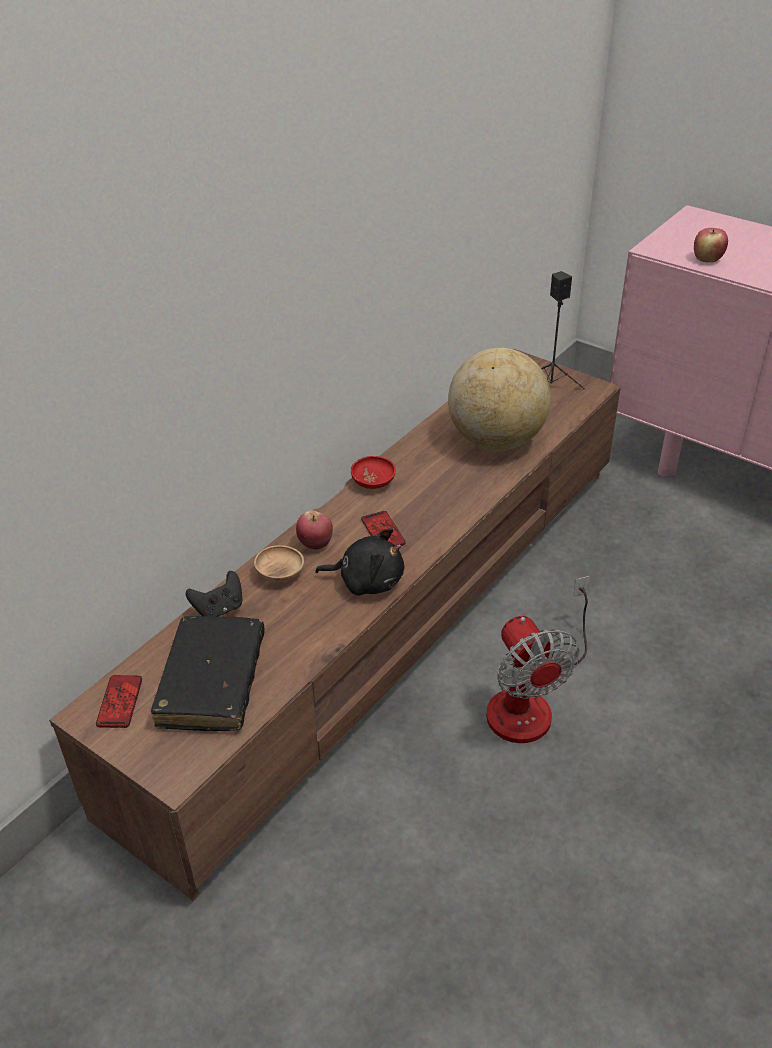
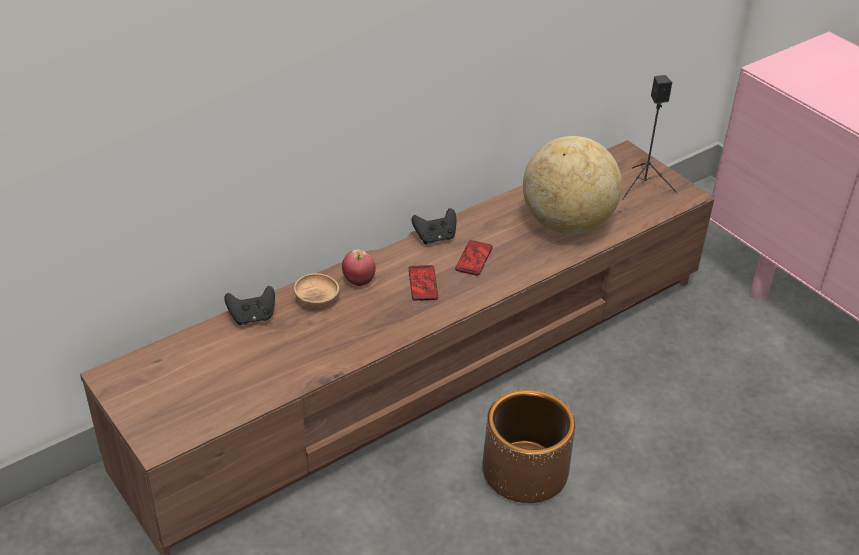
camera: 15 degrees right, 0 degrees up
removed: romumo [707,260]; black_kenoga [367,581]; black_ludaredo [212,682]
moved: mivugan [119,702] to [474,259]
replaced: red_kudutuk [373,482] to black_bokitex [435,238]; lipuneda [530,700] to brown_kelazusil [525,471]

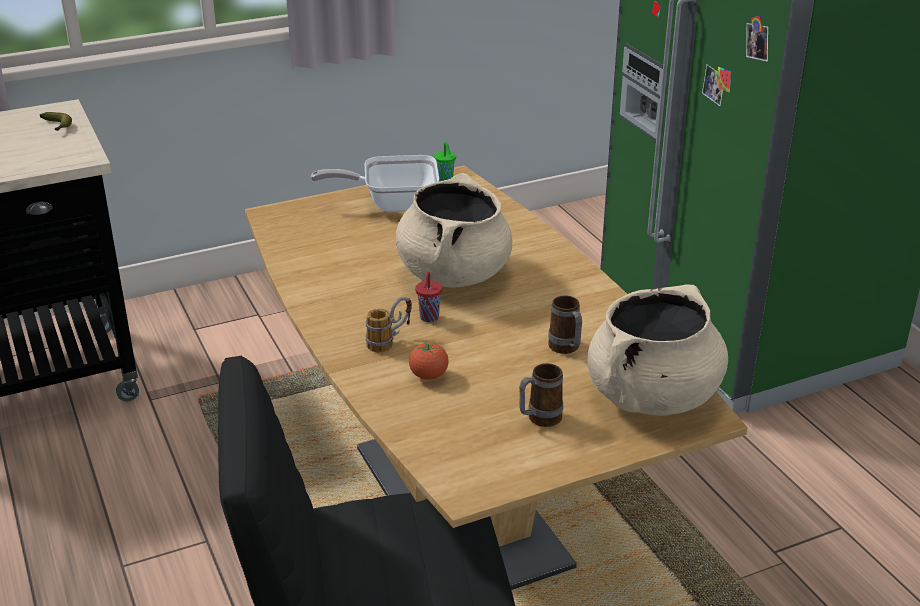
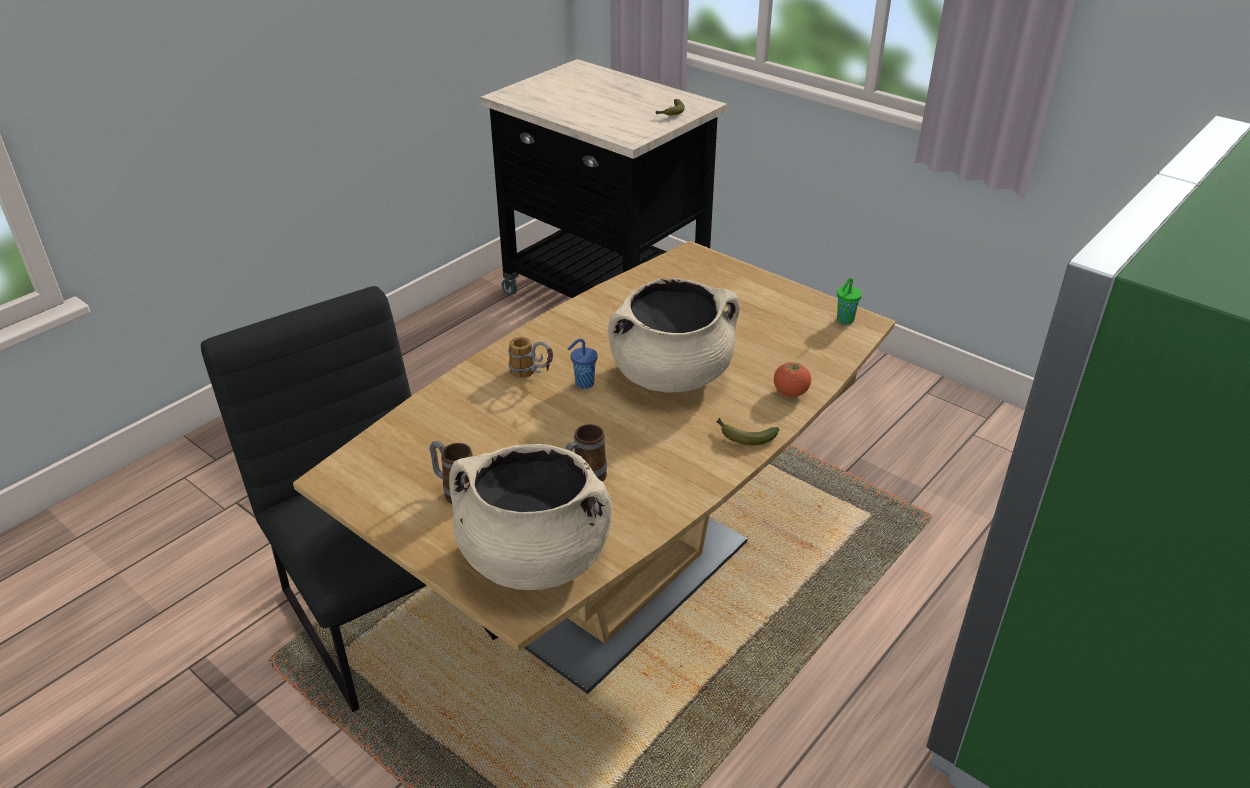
camera: 65 degrees right, 5 degrees up
removed: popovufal [392,204]
added: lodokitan [743,436]
moved: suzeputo [428,376] to [790,393]
recoloured: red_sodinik [429,318] to blue_sodinik [583,384]

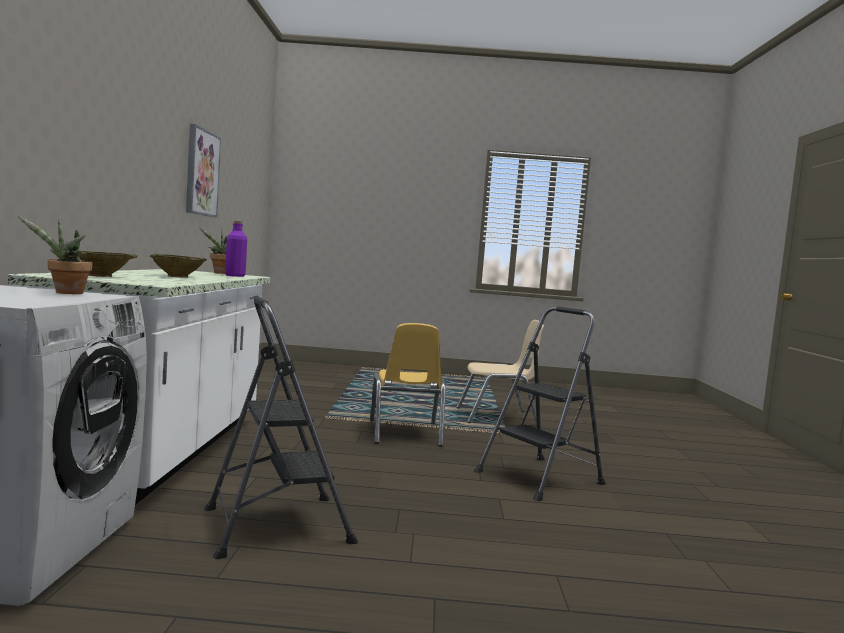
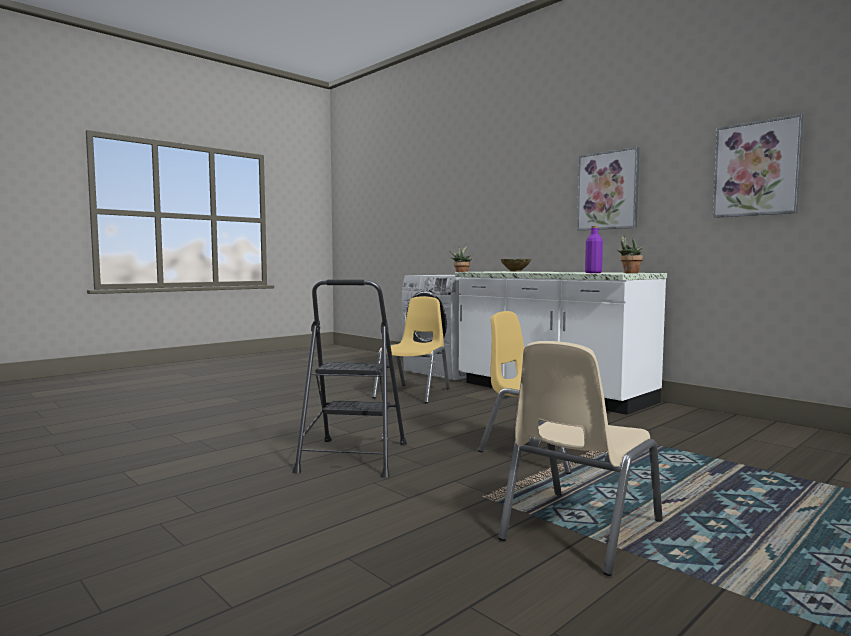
camera: 135 degrees right, 0 degrees up
removed: beige_kudutuk [177,276]
added: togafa [608,190]
replaced: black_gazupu [272,524] to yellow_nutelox [413,393]

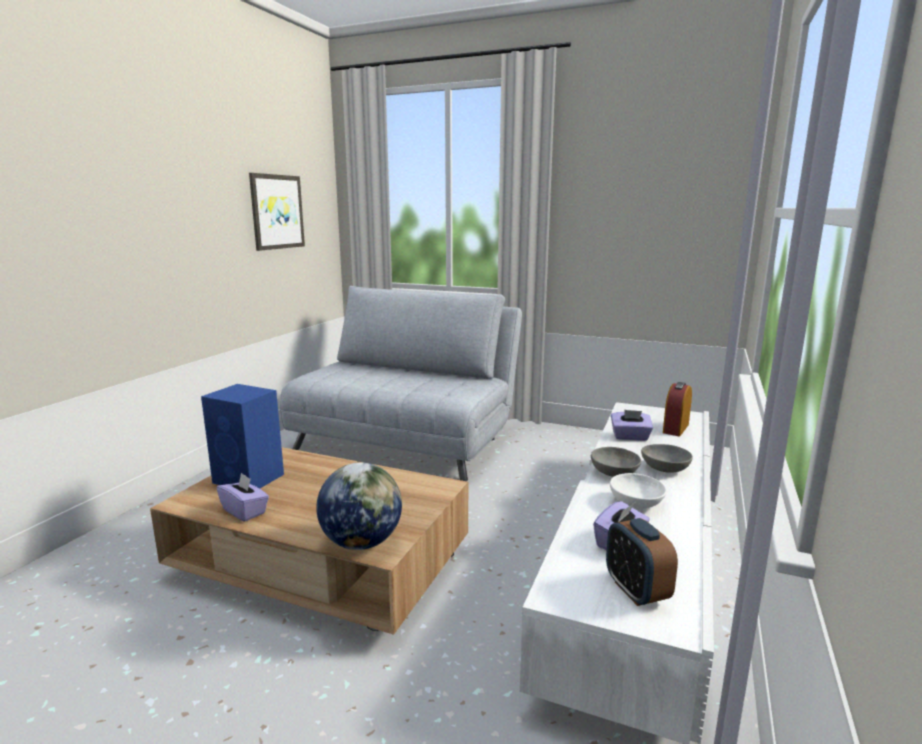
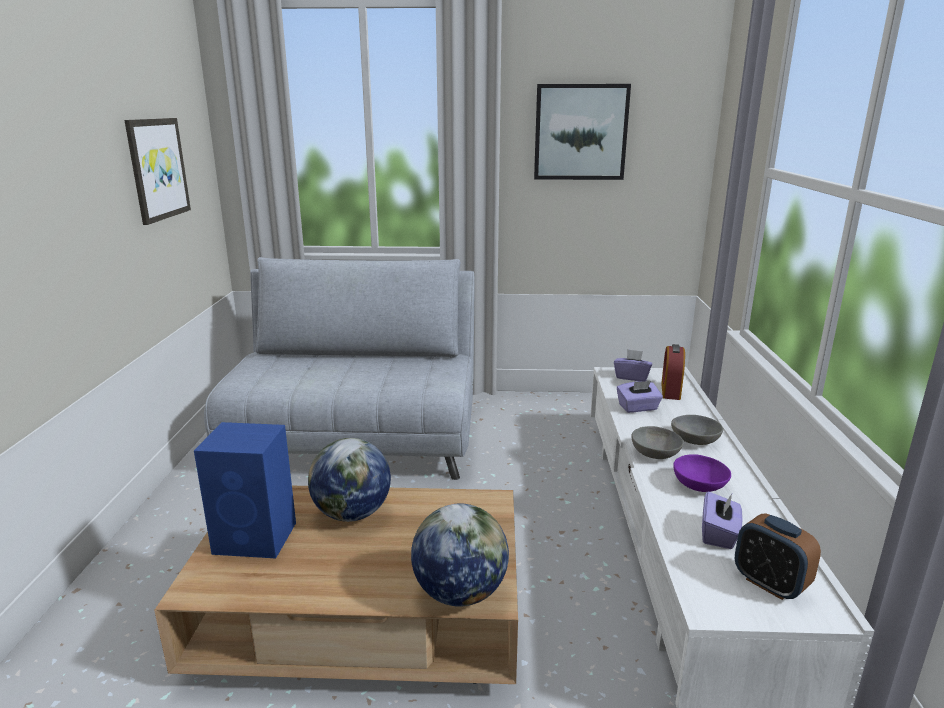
camera: 20 degrees left, 5 degrees up
added: togafa [580,132]; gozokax [352,514]
moved: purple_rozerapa [245,511] to [632,377]
recoloured: white_kudutuk [636,503] to purple_kudutuk [700,485]

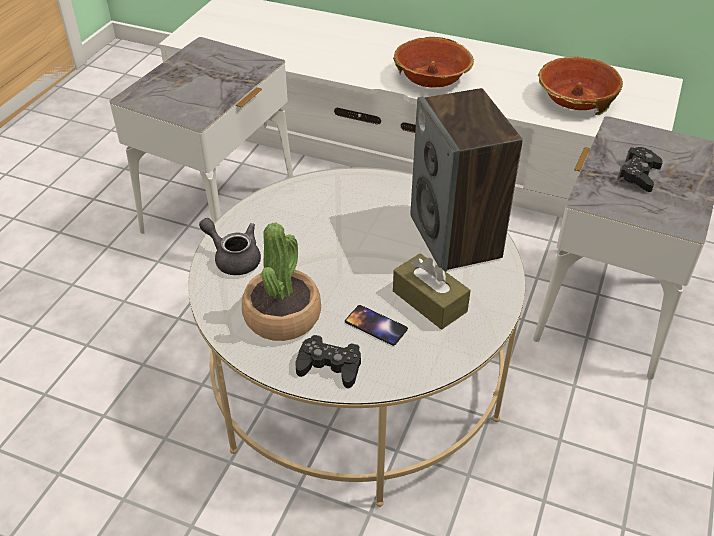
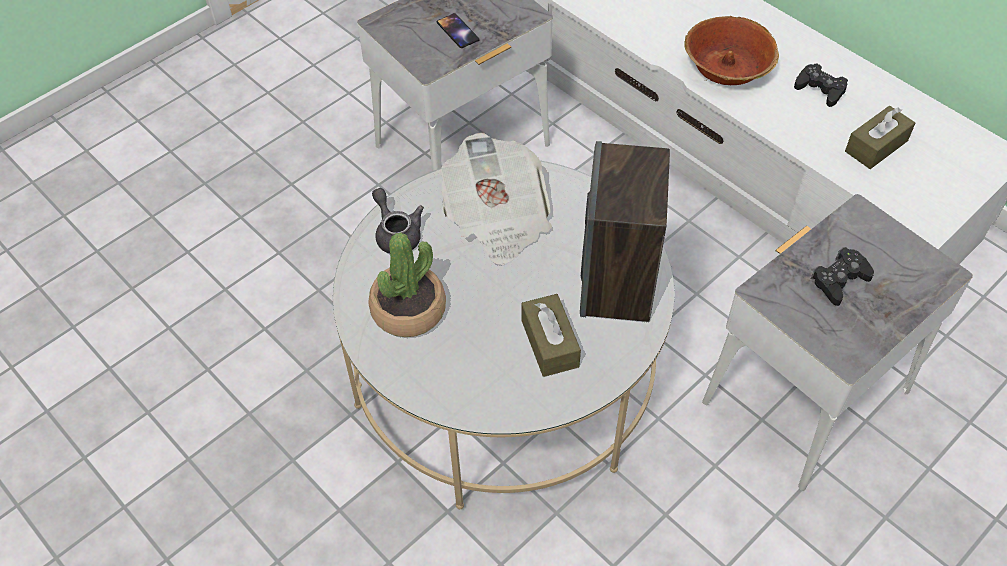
camera: 25 degrees right, 10 degrees up
added: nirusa [497,219]
moved: mivugan [376,325] to [457,31]; black_bokitex [329,366] to [820,89]
replaced: kudutuk [575,99] to brown_rozerapa [876,146]

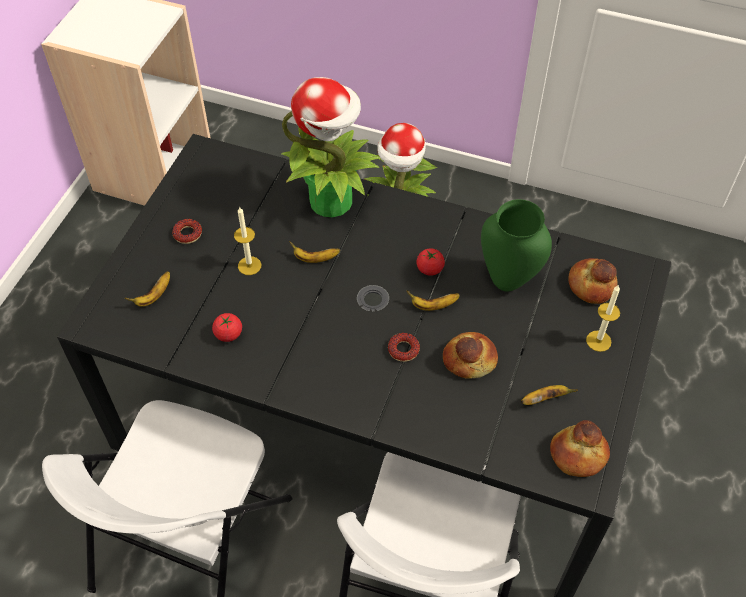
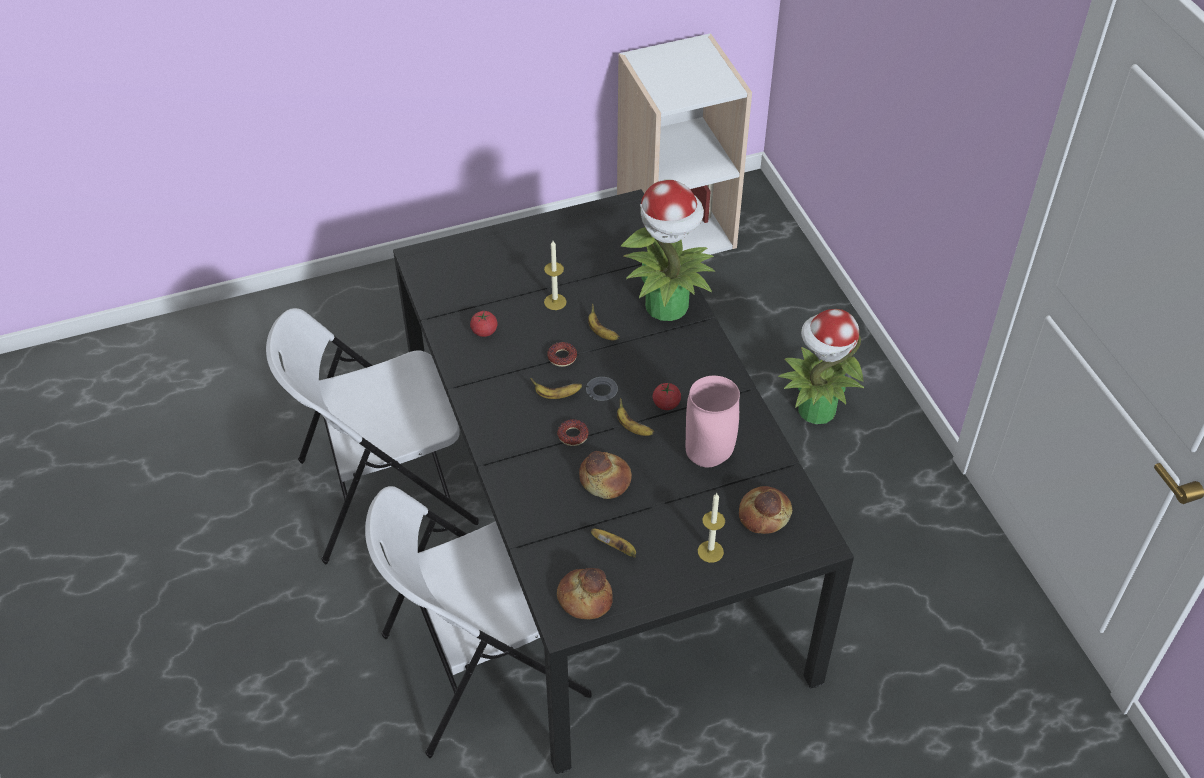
camera: 50 degrees right, 5 degrees down
moved: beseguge [187,234] to [562,357]; lodokitan [154,296] to [556,395]
recoloured: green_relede [509,280] to pink_relede [710,458]

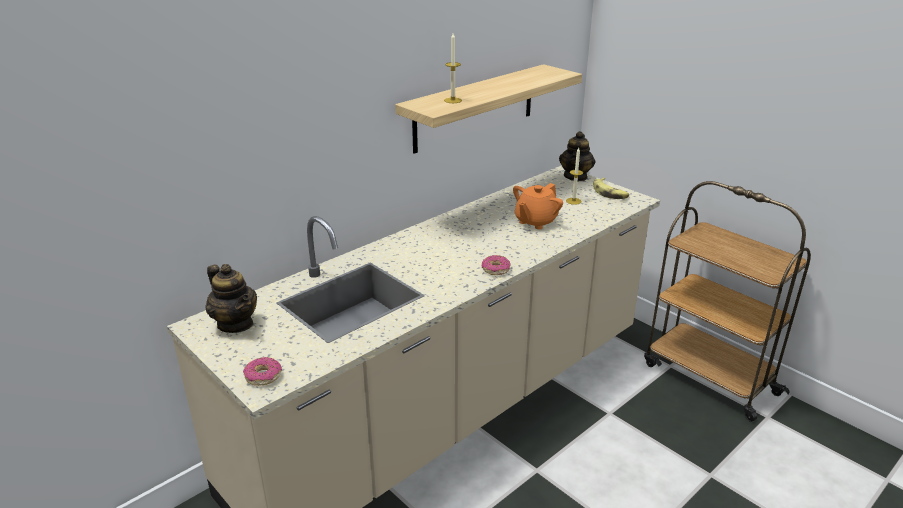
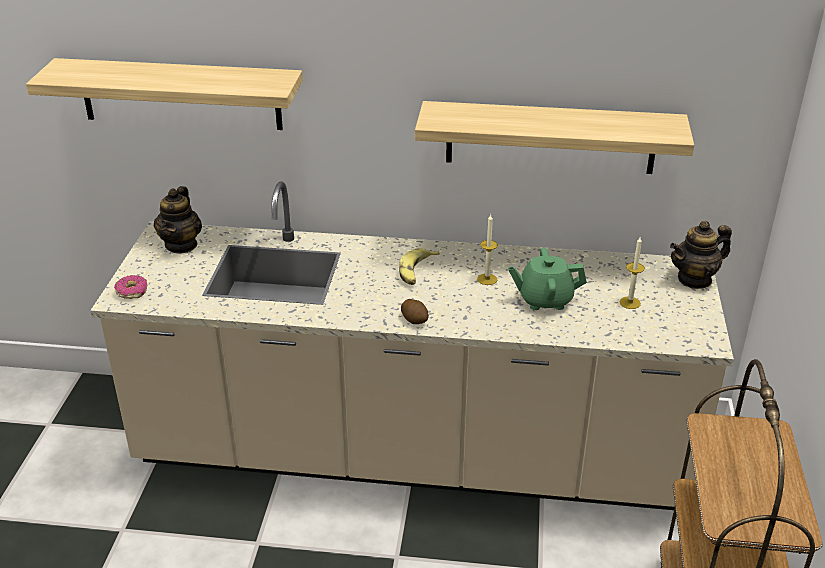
camera: 50 degrees right, 5 degrees up
added: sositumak [180,94]
moved: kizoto [453,100] to [487,279]; lodokitan [610,193] to [416,272]
replaced: beseguge [495,269] to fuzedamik [415,320]
recoloured: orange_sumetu [535,221] to green_sumetu [544,300]

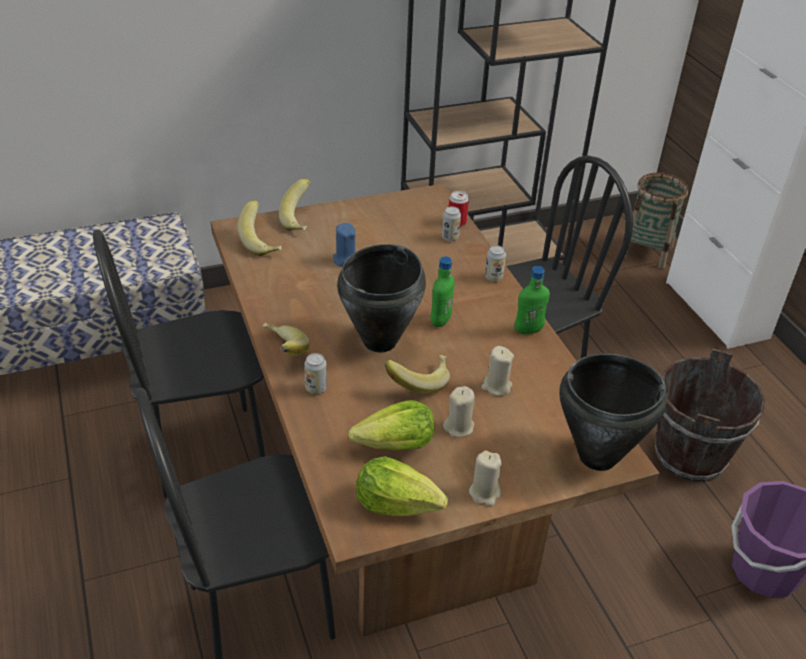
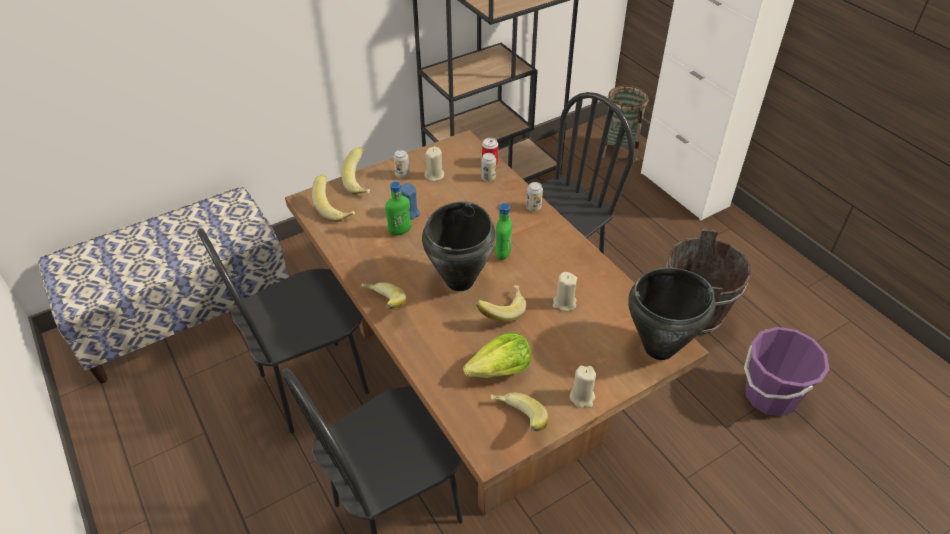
camera: 10 degrees left, 5 degrees up
moved: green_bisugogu [528,330] to [400,231]; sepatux [316,388] to [402,175]; beige_kizoto [459,427] to [434,175]
replaced: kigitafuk [397,504] to lodokitan [517,421]

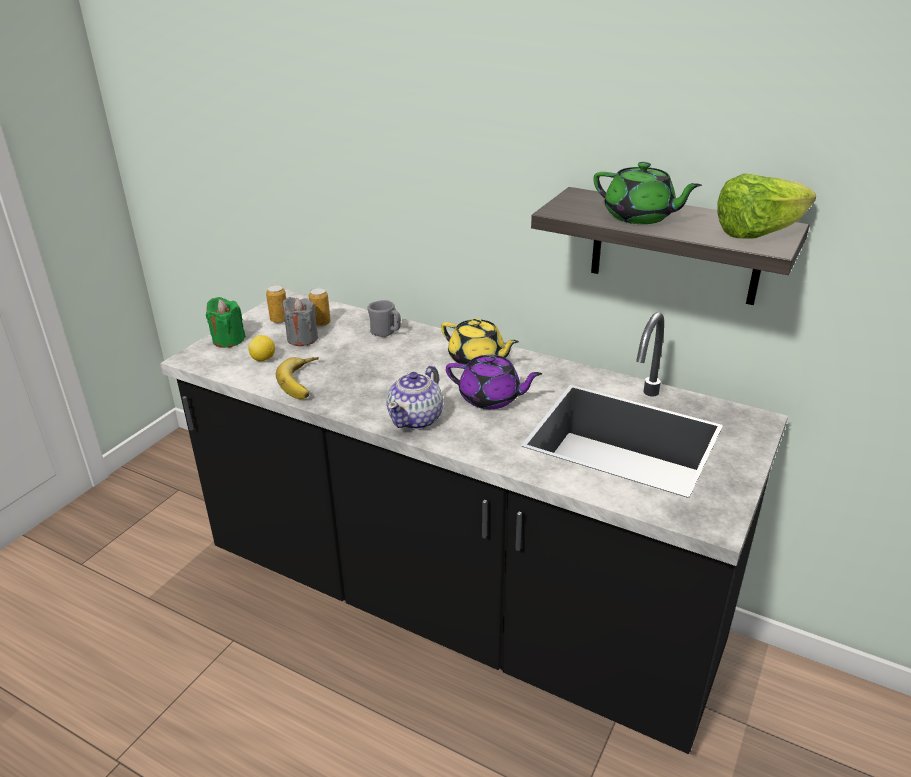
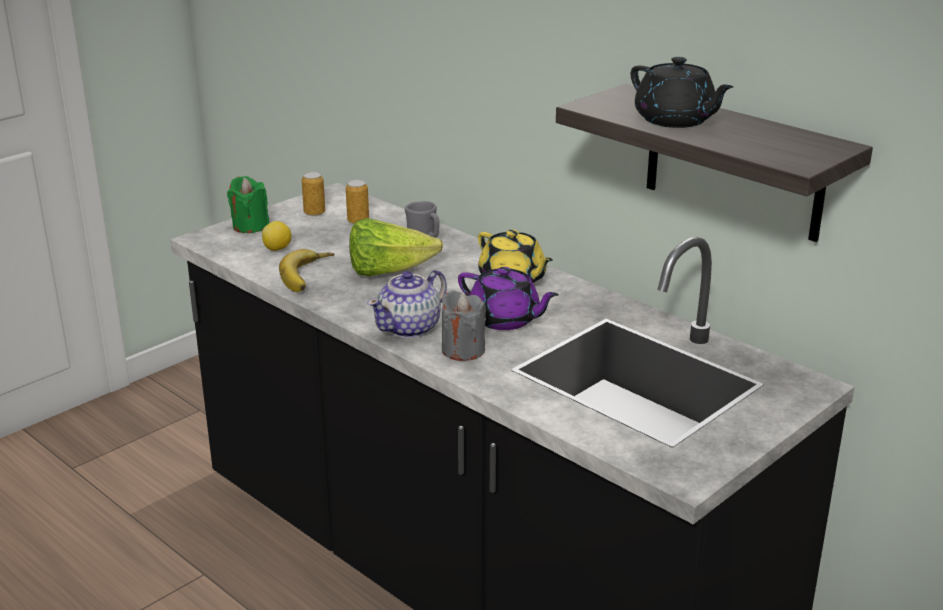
camera: 15 degrees right, 5 degrees down
moved: kigitafuk [757,233] to [388,272]; grey_kizoto [302,338] to [463,350]
recoloured: green_sumetu [640,217] to black_sumetu [675,120]

